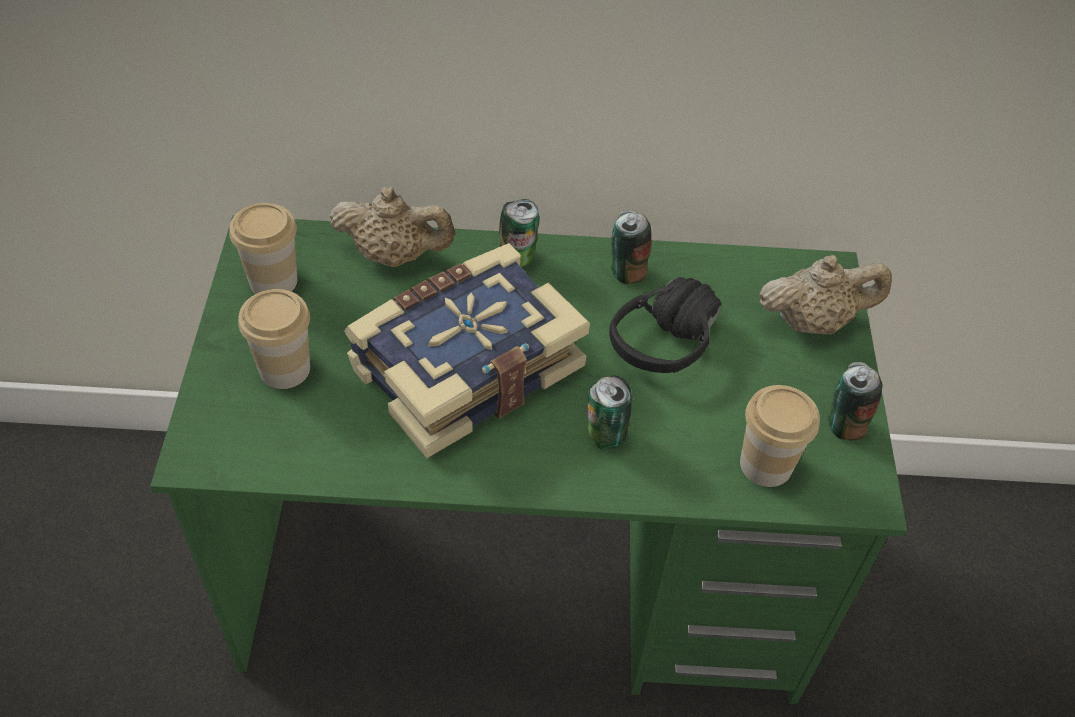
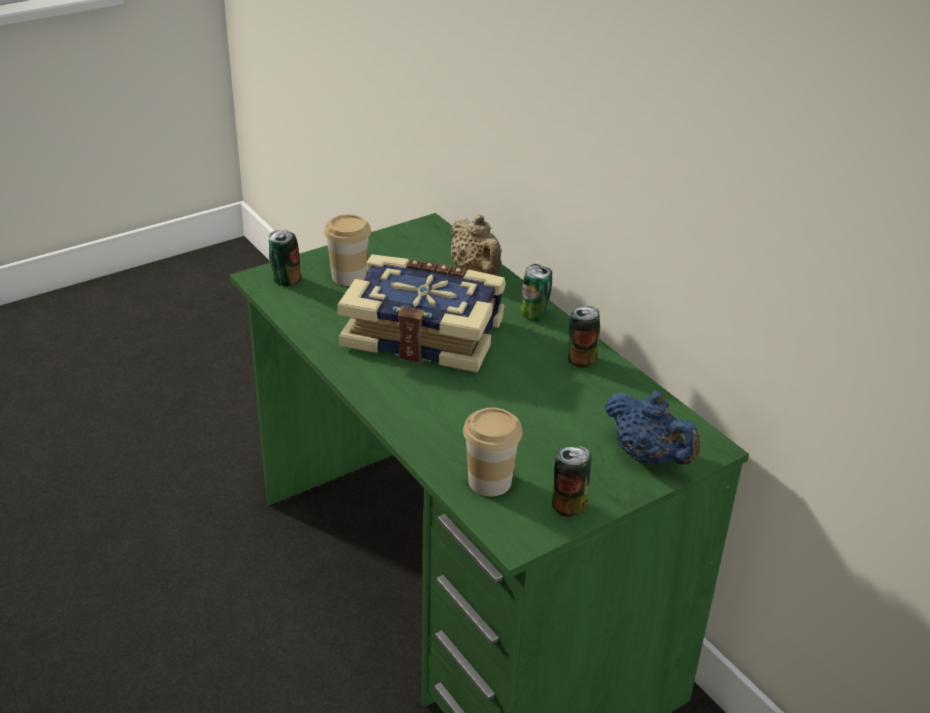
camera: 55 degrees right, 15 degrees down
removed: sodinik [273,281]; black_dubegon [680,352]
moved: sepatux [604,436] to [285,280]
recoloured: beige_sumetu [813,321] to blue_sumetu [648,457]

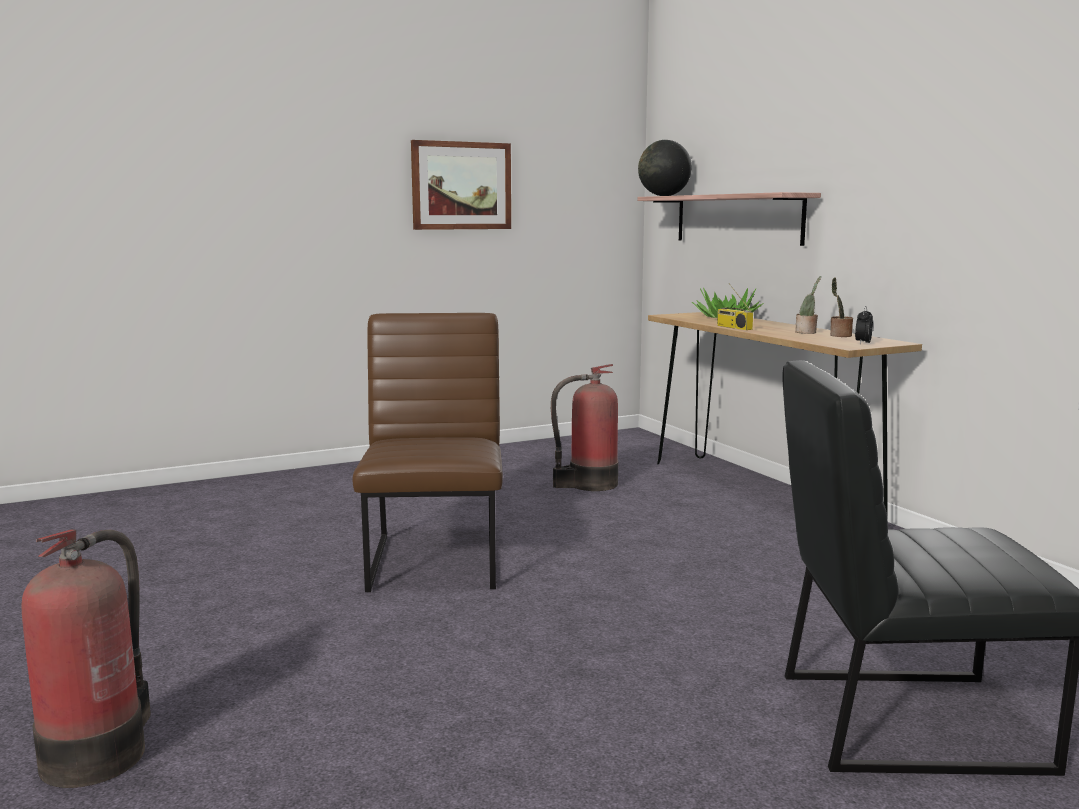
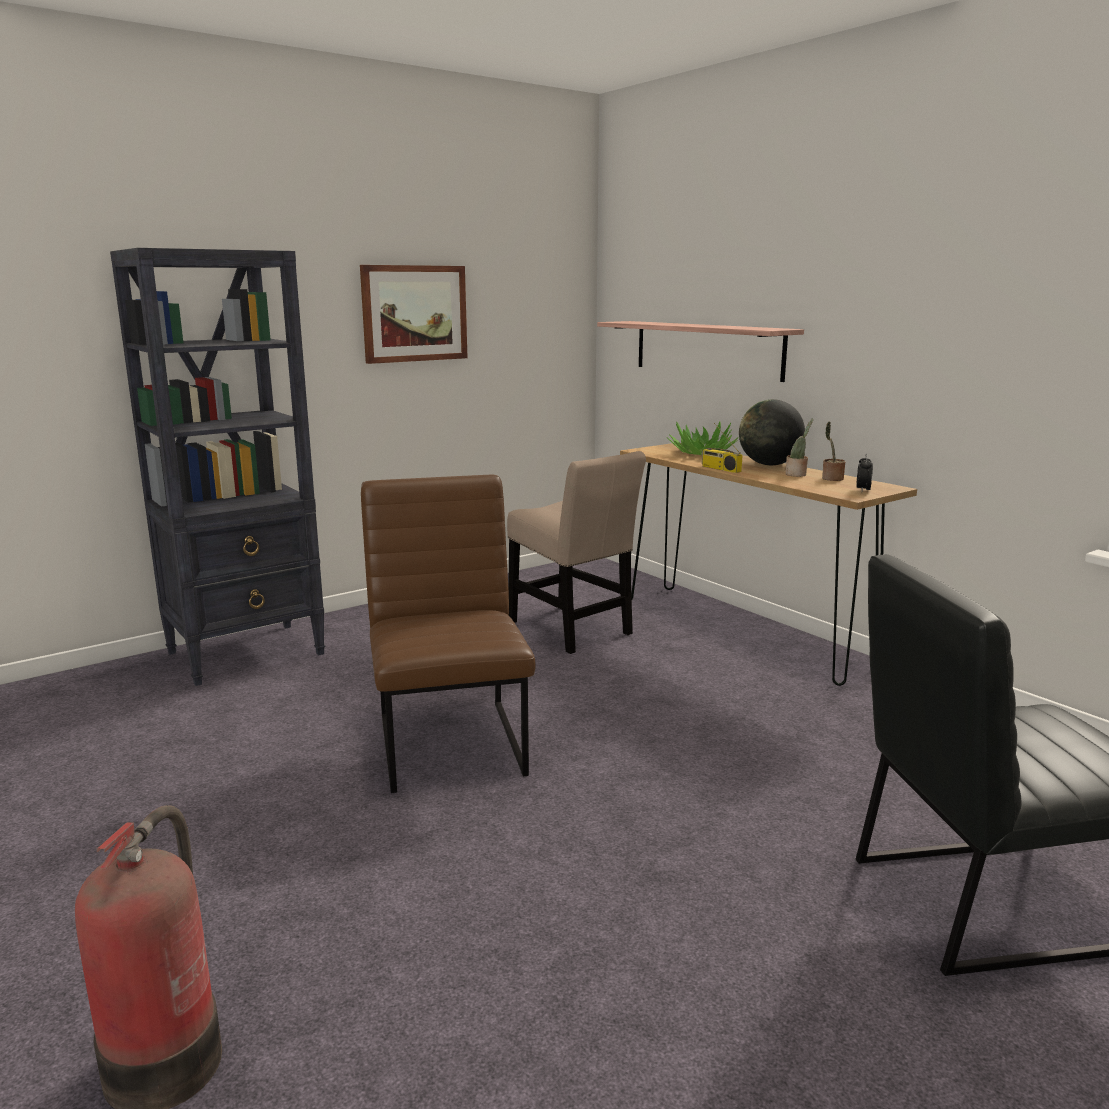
camera: 10 degrees left, 5 degrees up
added: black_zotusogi [248,653]
moved: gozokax [664,196] to [769,464]
replaced: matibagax [589,484] to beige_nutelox [572,630]

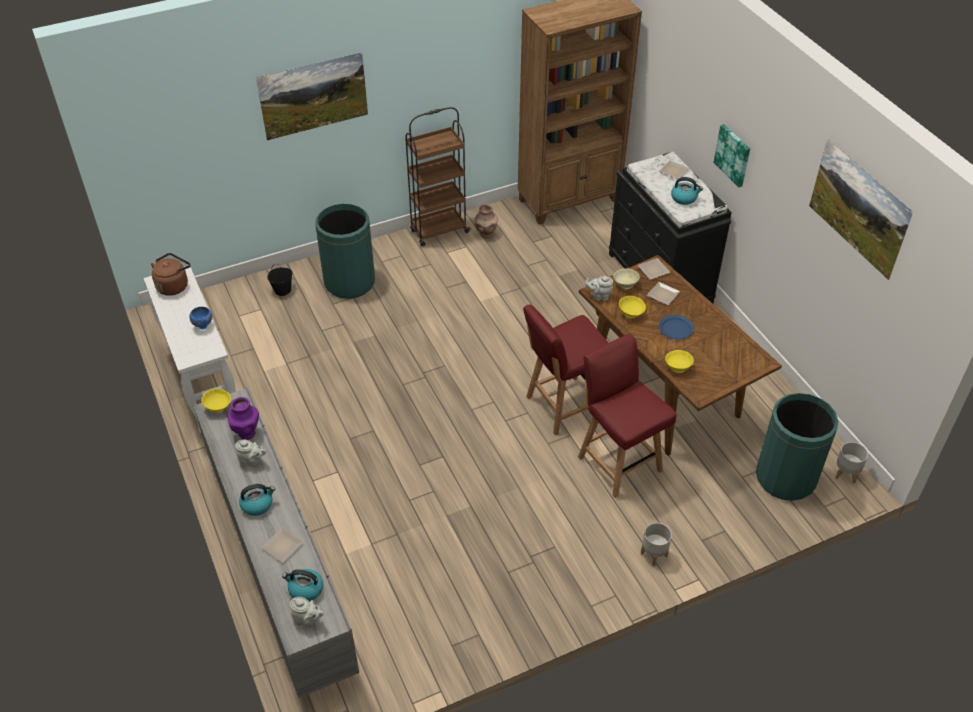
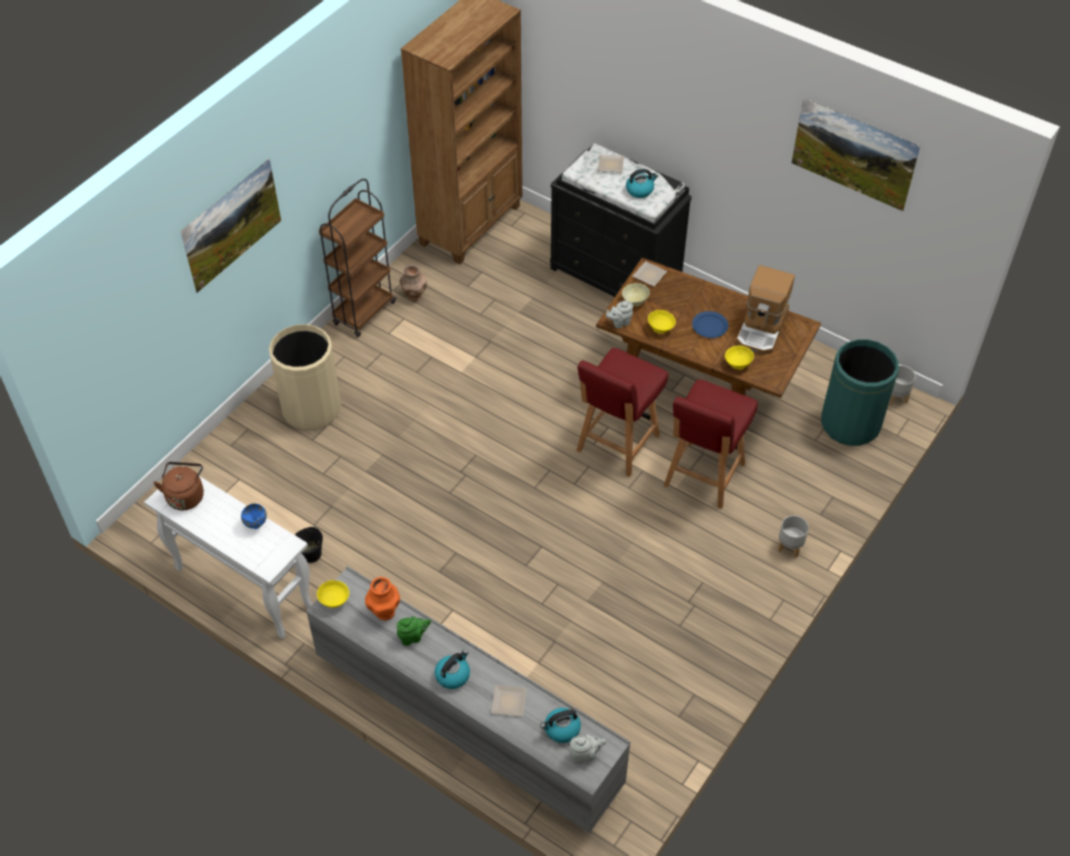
camera: 30 degrees left, 5 degrees up
removed: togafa [733,155]; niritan [664,295]
added: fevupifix [762,329]
moved: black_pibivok [283,290] to [311,554]
recoloured: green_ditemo [349,282] to beige_ditemo [312,408]; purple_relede [247,433] to orange_relede [385,612]; grey_sumetu [252,461] to green_sumetu [413,637]
turned: red_nutelox [618,462] = [703,476] 90 degrees counterclockwise

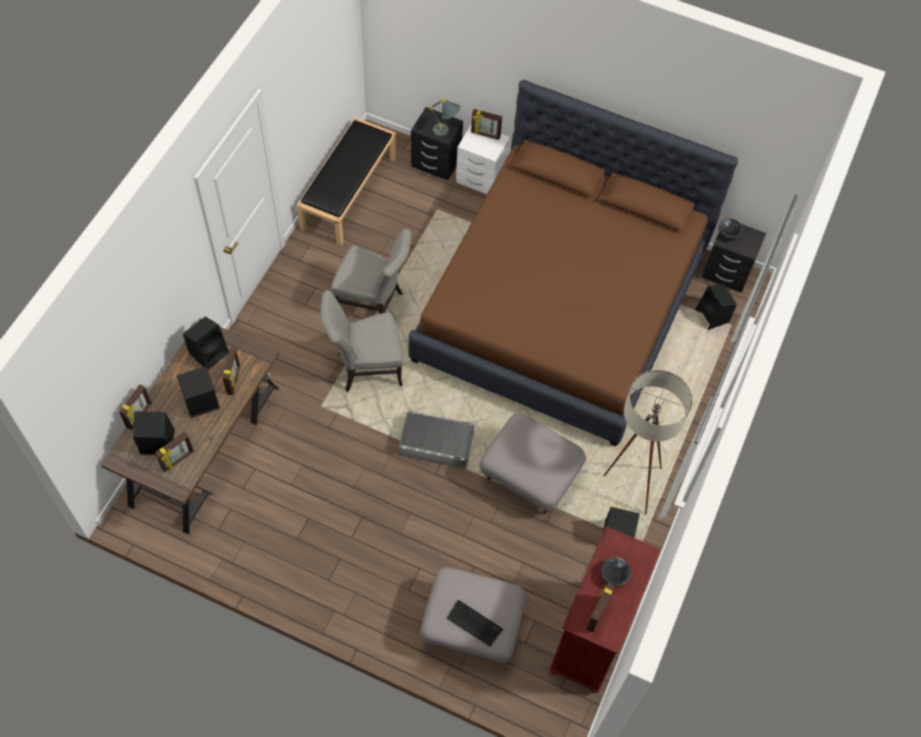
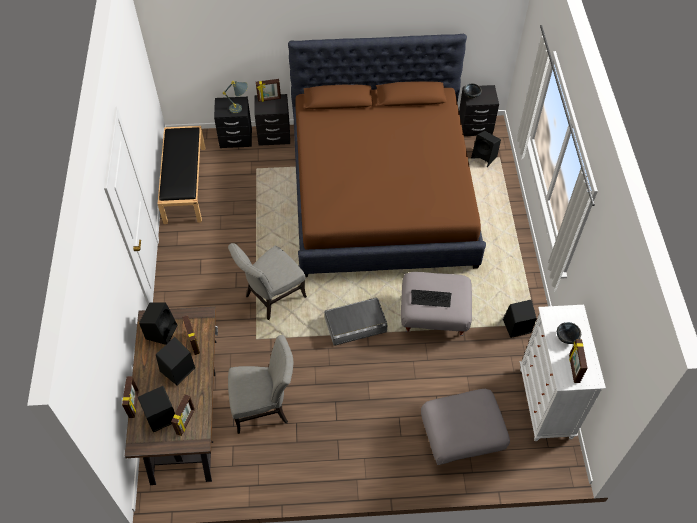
camera: 25 degrees left, 5 degrees down
removed: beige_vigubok [630,483]
moved: grey_nutelox [373,304] to [265,407]; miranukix [474,623] to [431,298]
recoloured: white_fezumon [481,178] to black_fezumon [274,136]; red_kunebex [591,639] to white_kunebex [545,404]

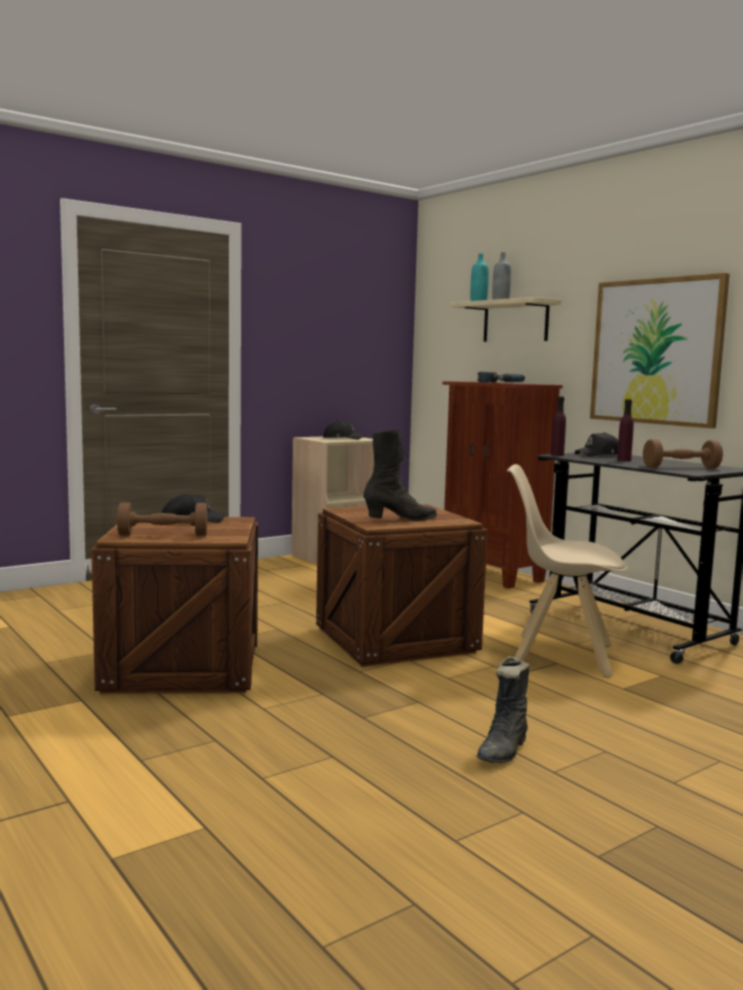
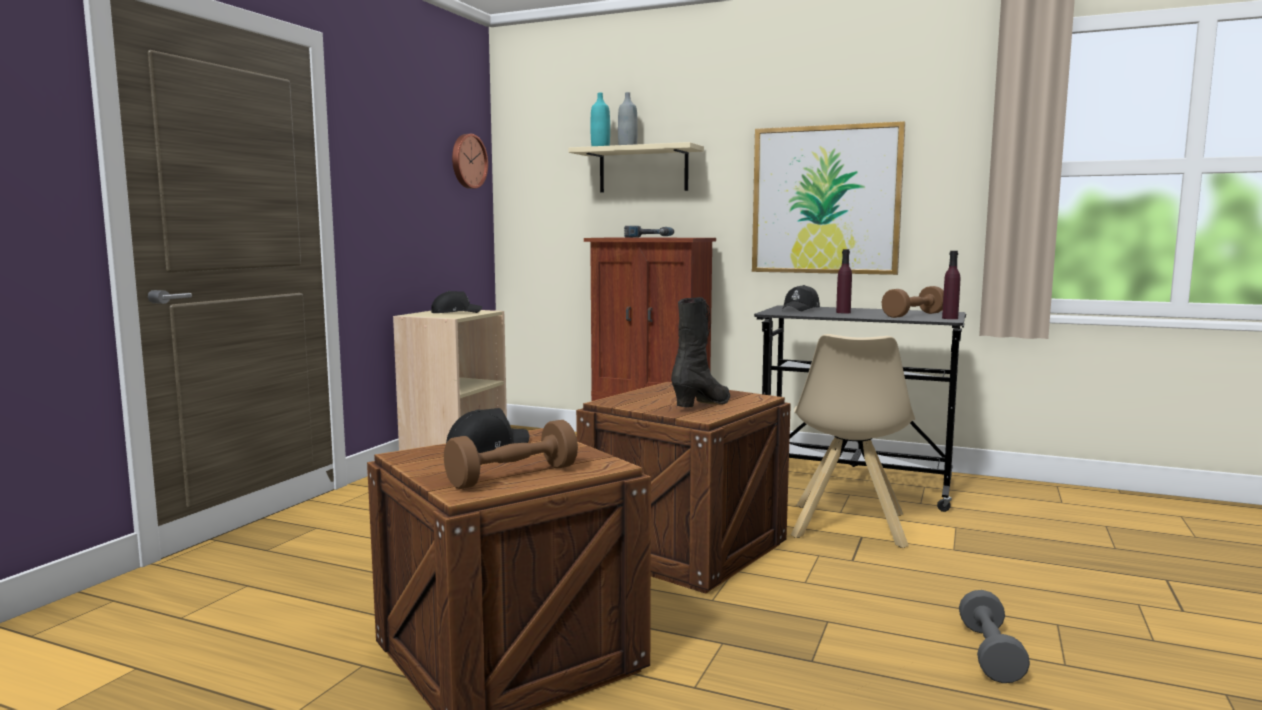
camera: 30 degrees left, 0 degrees up
added: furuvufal [467,161]
moved: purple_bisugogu [557,455] to [950,318]
replaced: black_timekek [504,750] to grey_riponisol [990,654]
turned: beige_nutelox [559,654] = [848,526] 60 degrees counterclockwise

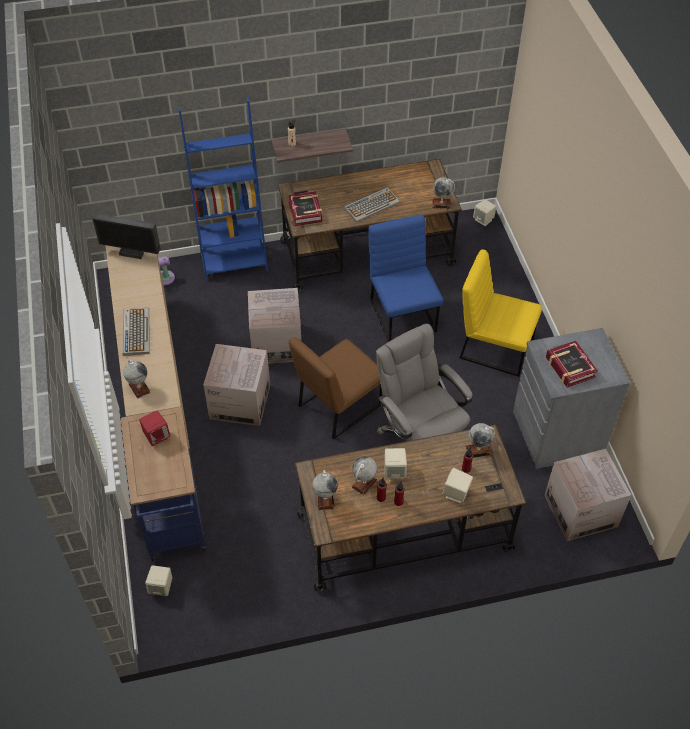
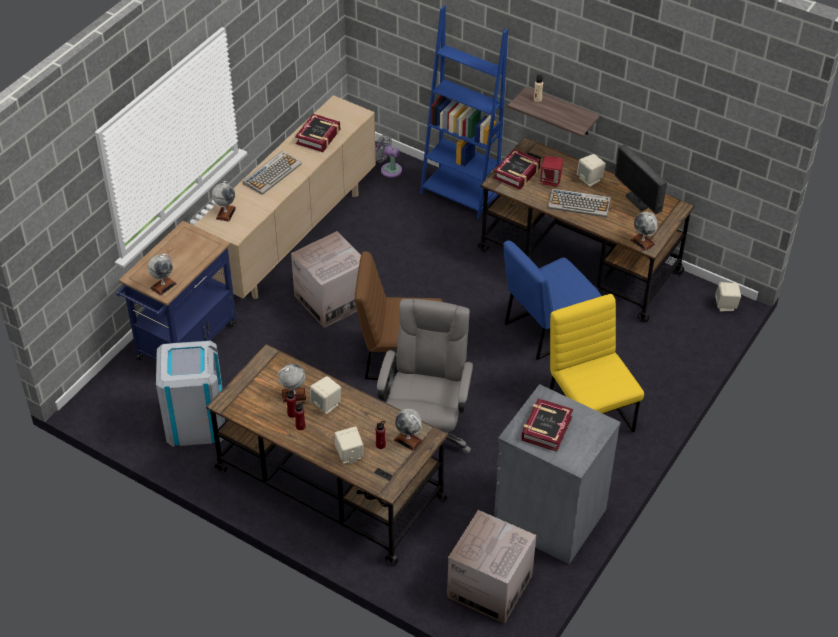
camera: 45 degrees right, 5 degrees down
removed: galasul [276,343]
added: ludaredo [318,137]; grey_ditemo [195,422]
moved: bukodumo [132,253] to [637,202]; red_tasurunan [157,436] to [551,180]; gozokax [325,499] to [163,286]; beige_tasurunan [161,587] to [590,179]
turned: blue_nutelox [402,313] = [546,329] 150 degrees counterclockwise

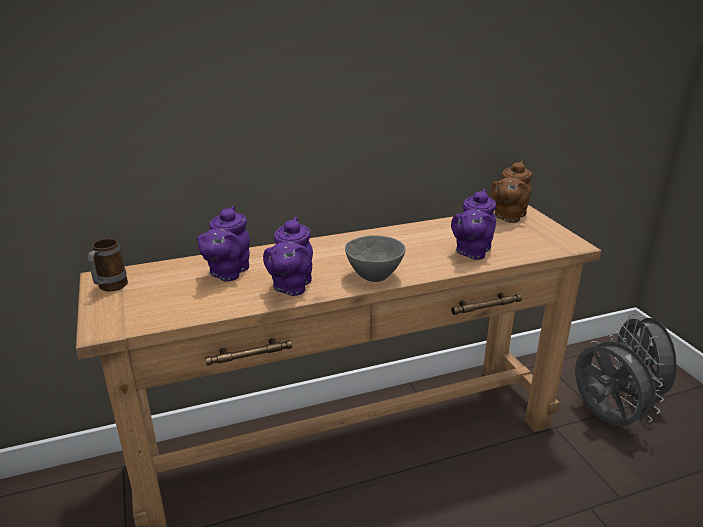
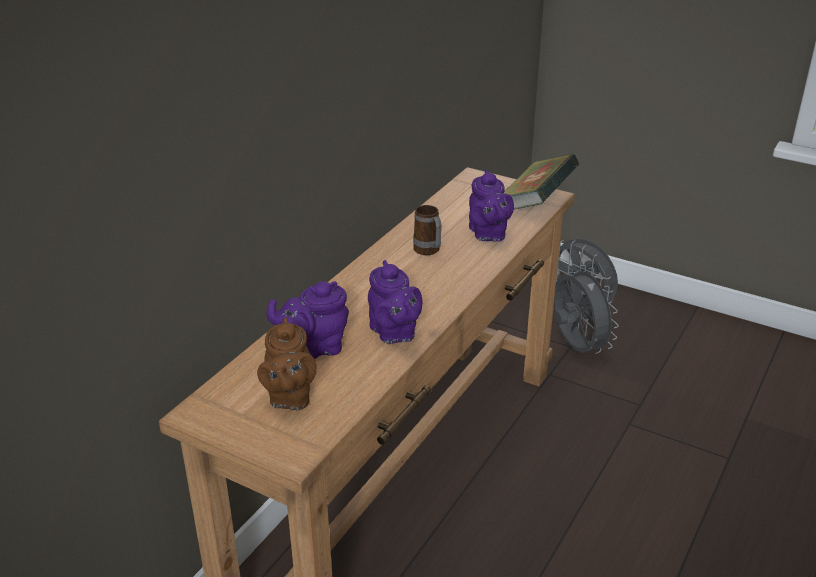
camera: 40 degrees left, 5 degrees up
removed: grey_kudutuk [374,277]
added: ludaredo [536,204]
moved: brown_sumetu [508,216] to [289,398]; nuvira [109,288] to [429,252]
turned: purple_sumetu [227,272] = [314,348] 90 degrees clockwise; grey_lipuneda [603,418] = [576,348] 45 degrees clockwise

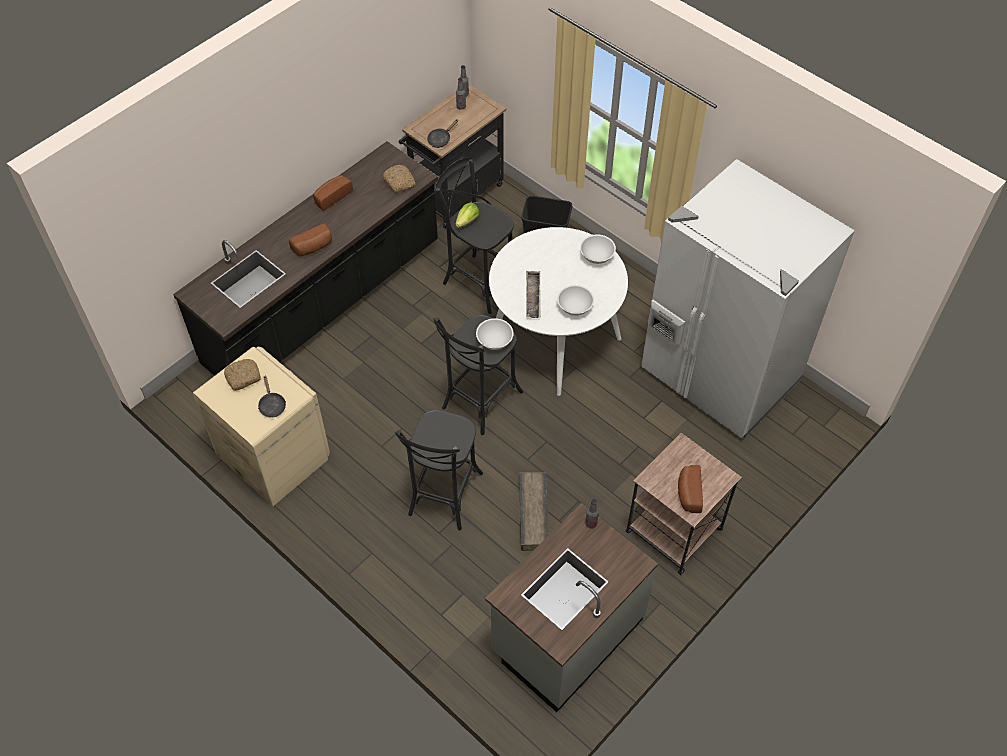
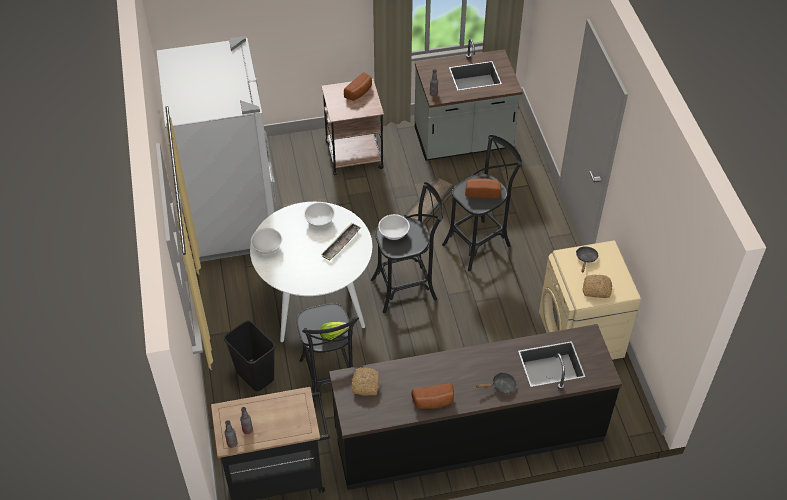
camera: 145 degrees left, 5 degrees down
moved: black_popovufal [440,139] to [501,386]; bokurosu [313,247] to [482,192]

